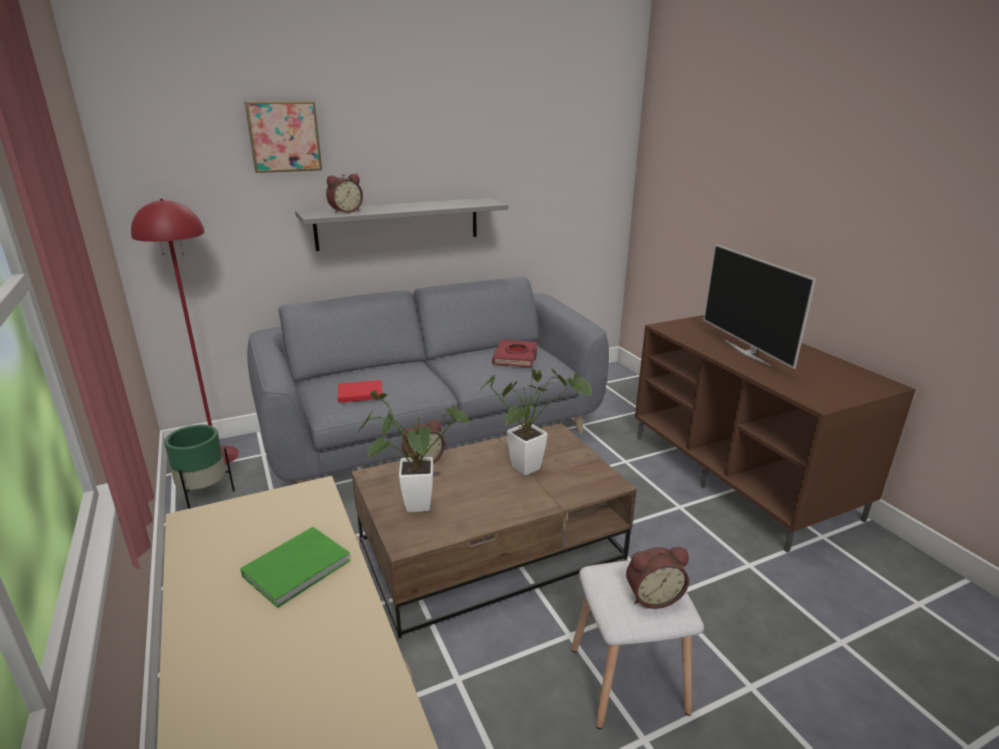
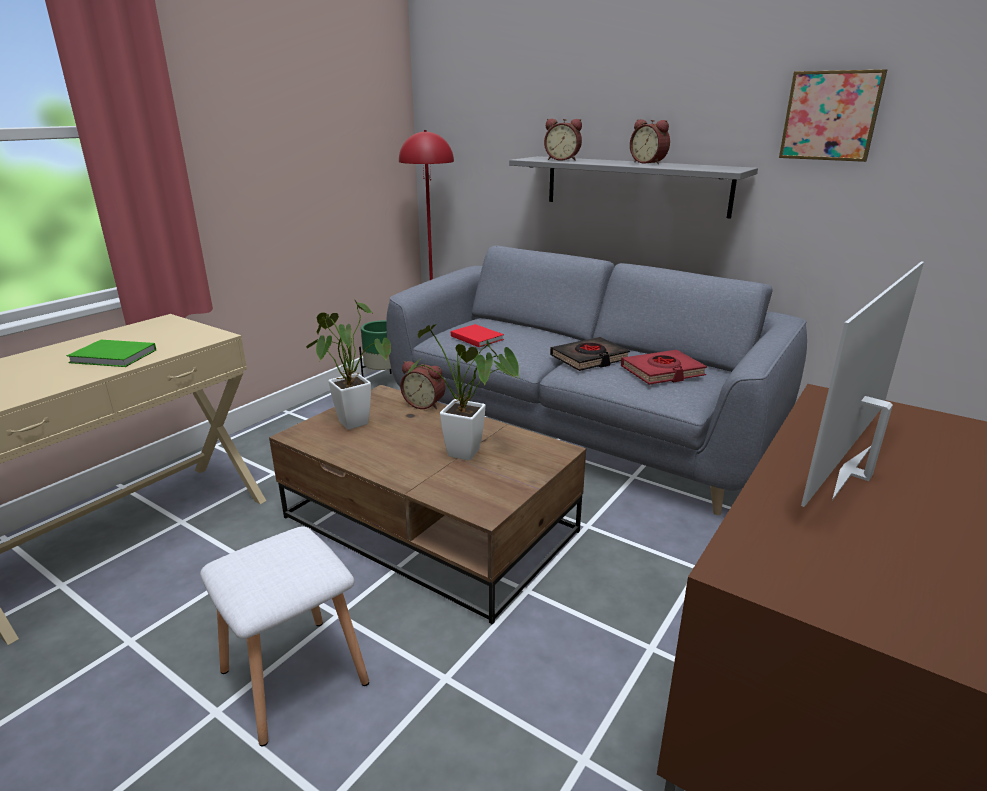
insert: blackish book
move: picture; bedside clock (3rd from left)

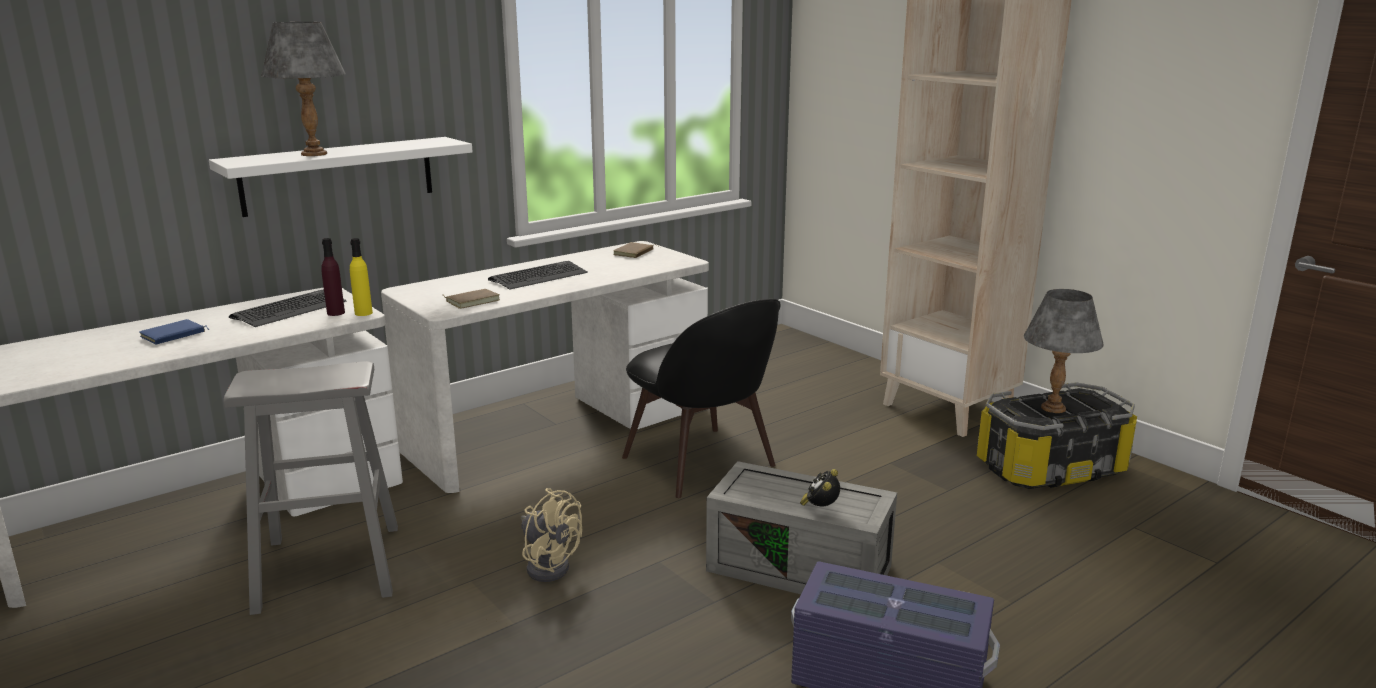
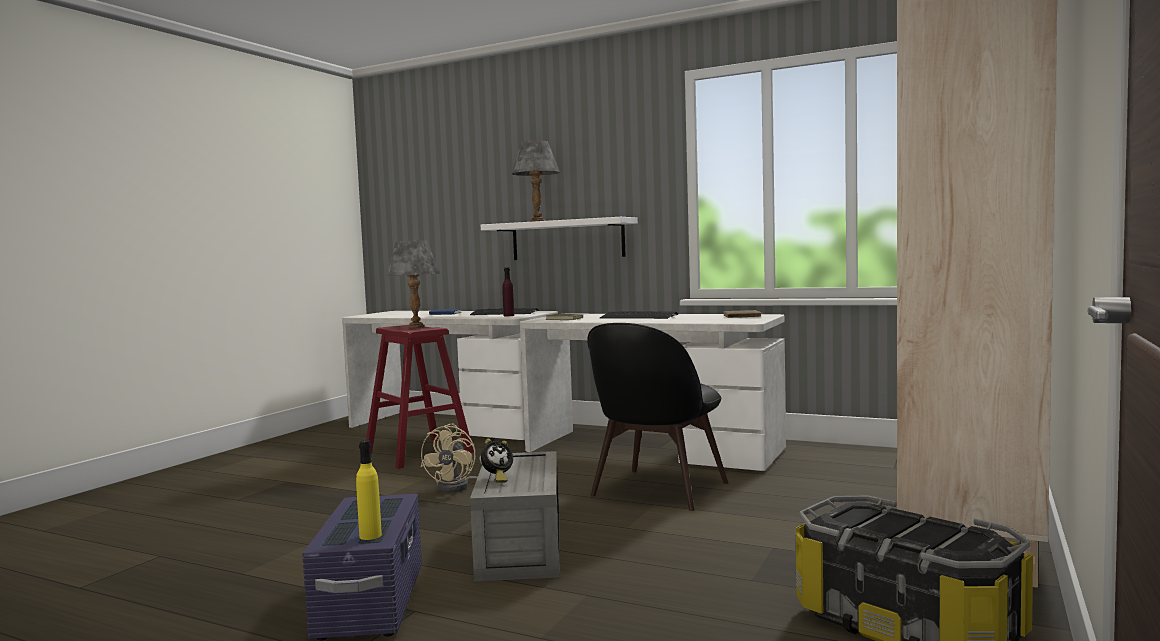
move: yellow drink bottle; grey tabletop lamp (2nd from left in the first image) to grey tabletop lamp (1st from left)
recolor: grey stool seat to reddish stool seat
rotate: bedside clock 150 degrees clockwise

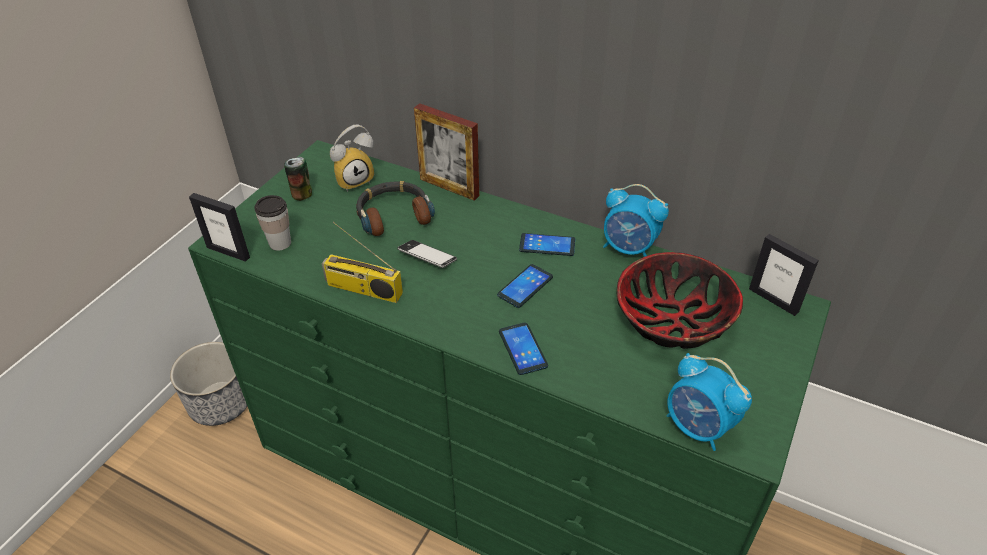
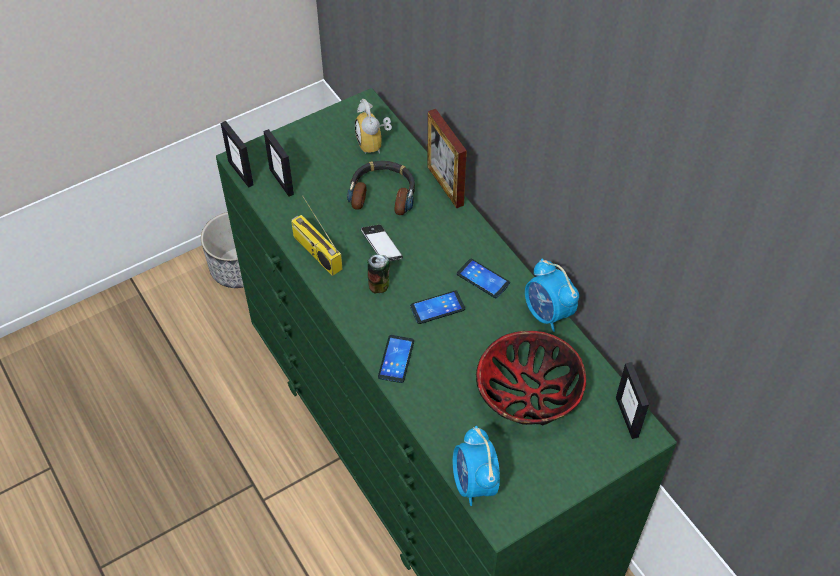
move: can
replace: small cup to standing frame (2nd from left)
rotate: bedside clock (1st from left) 75 degrees clockwise

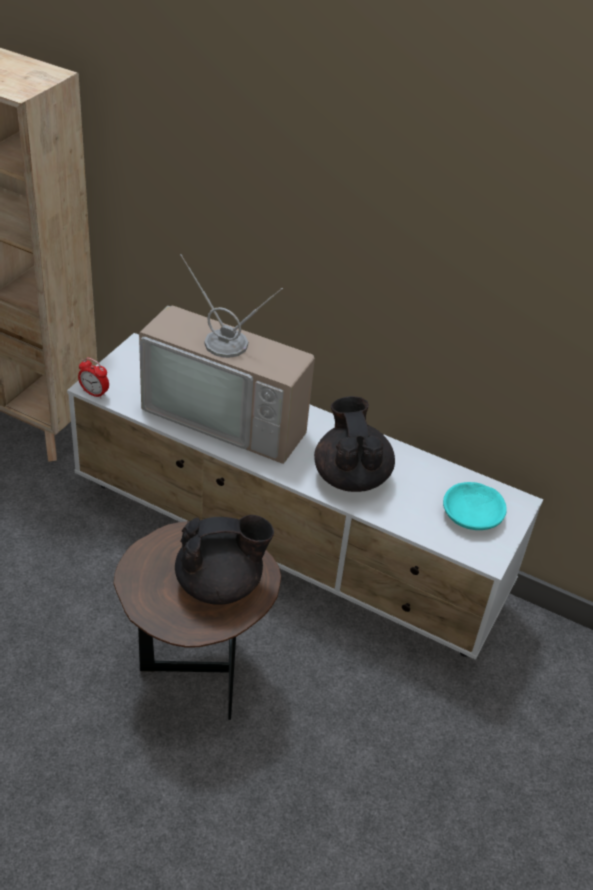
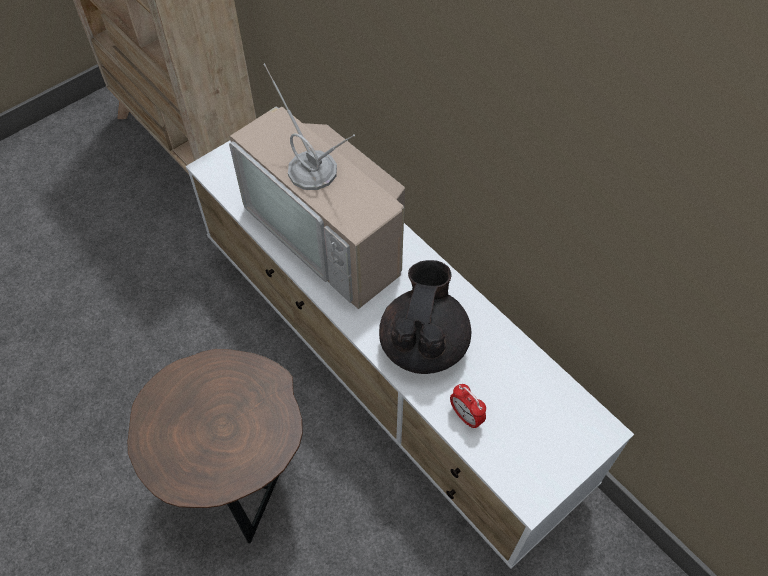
delete: blackish pot for tea (1st from left); turquoise deep dish
move: bedside clock

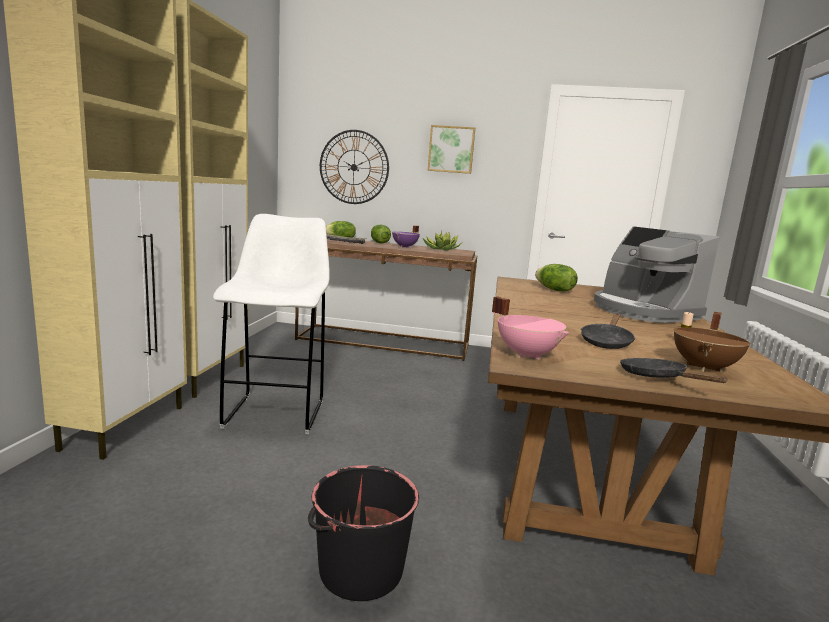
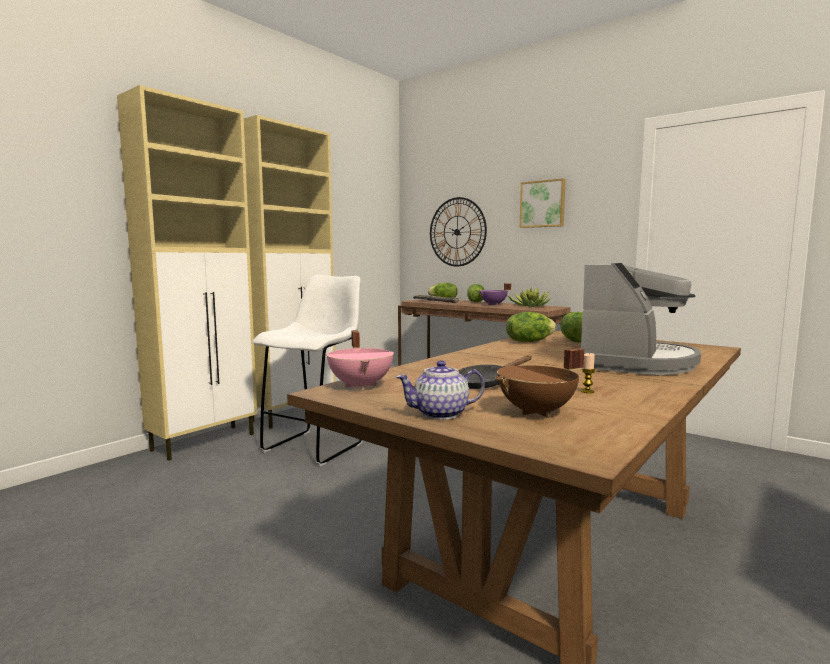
delete: blackish water bucket
insert: lettuce (3rd from left)
replace: blackish frying pan (2nd from left) to pot for tea
rotate: coffee brewer 150 degrees counterclockwise

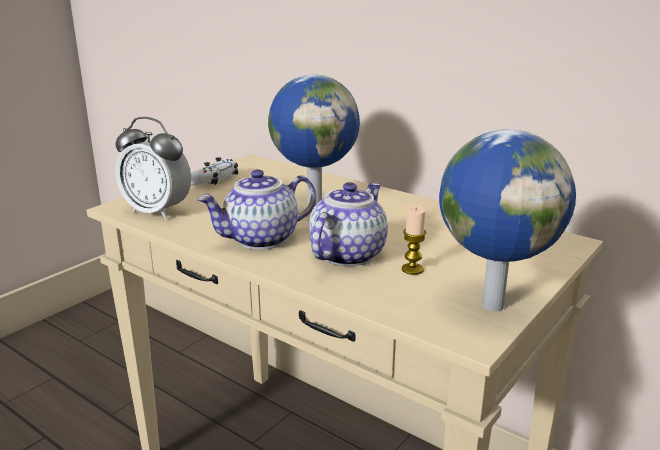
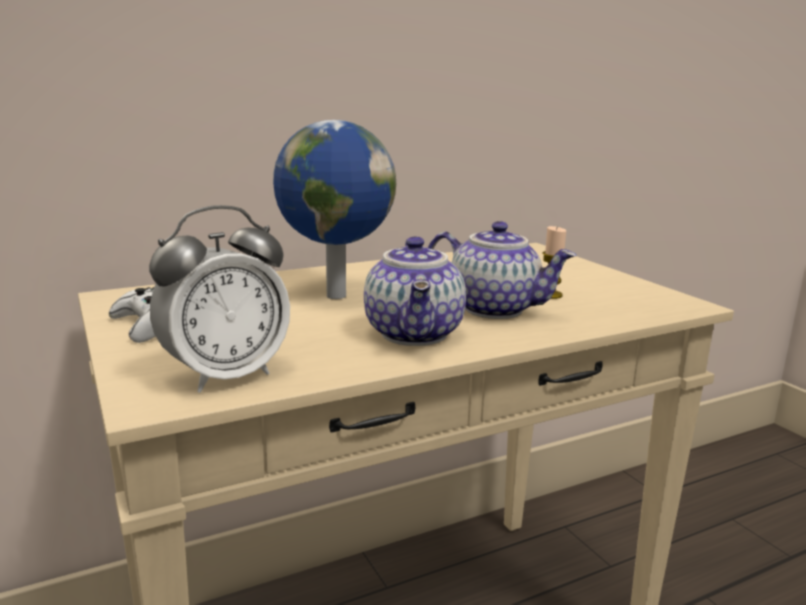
delete: desk globe (2nd from left)
rotate: pot for tea (2nd from left) 150 degrees clockwise

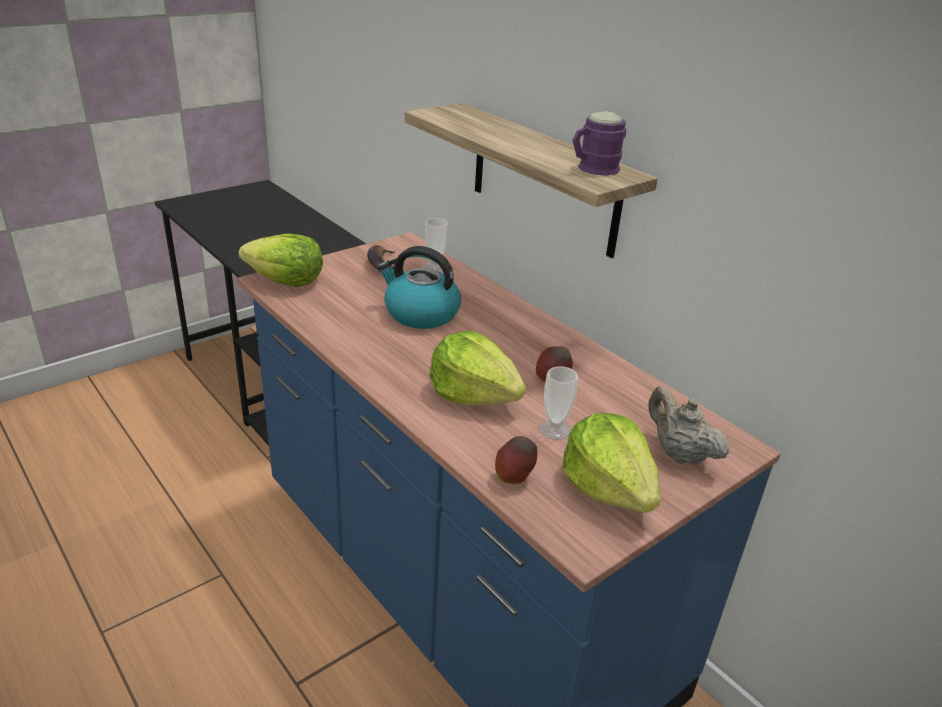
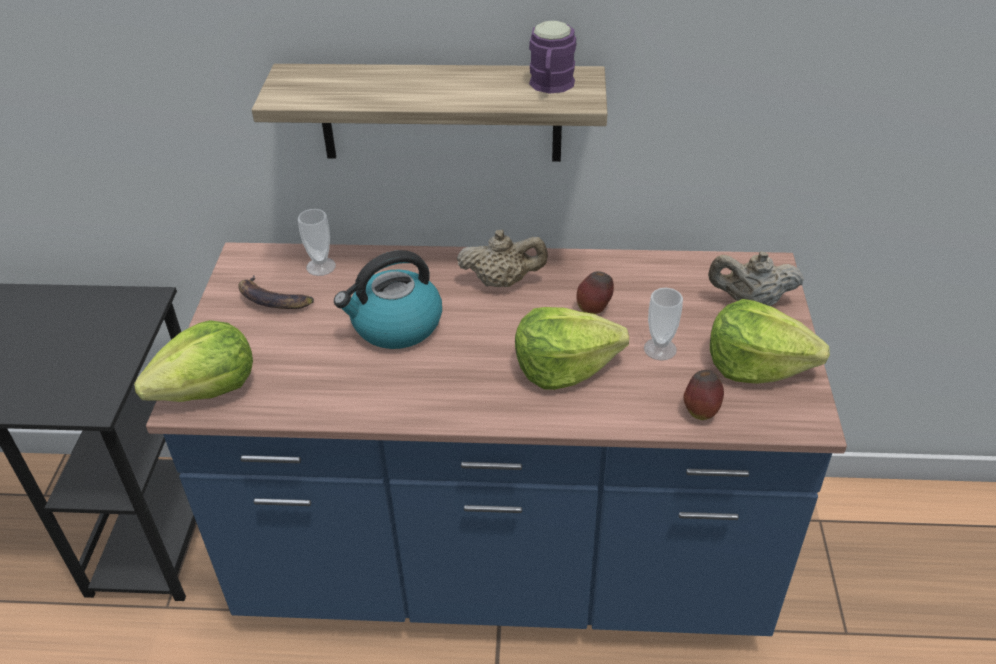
insert: beige-coloured pot for tea (1st from left)

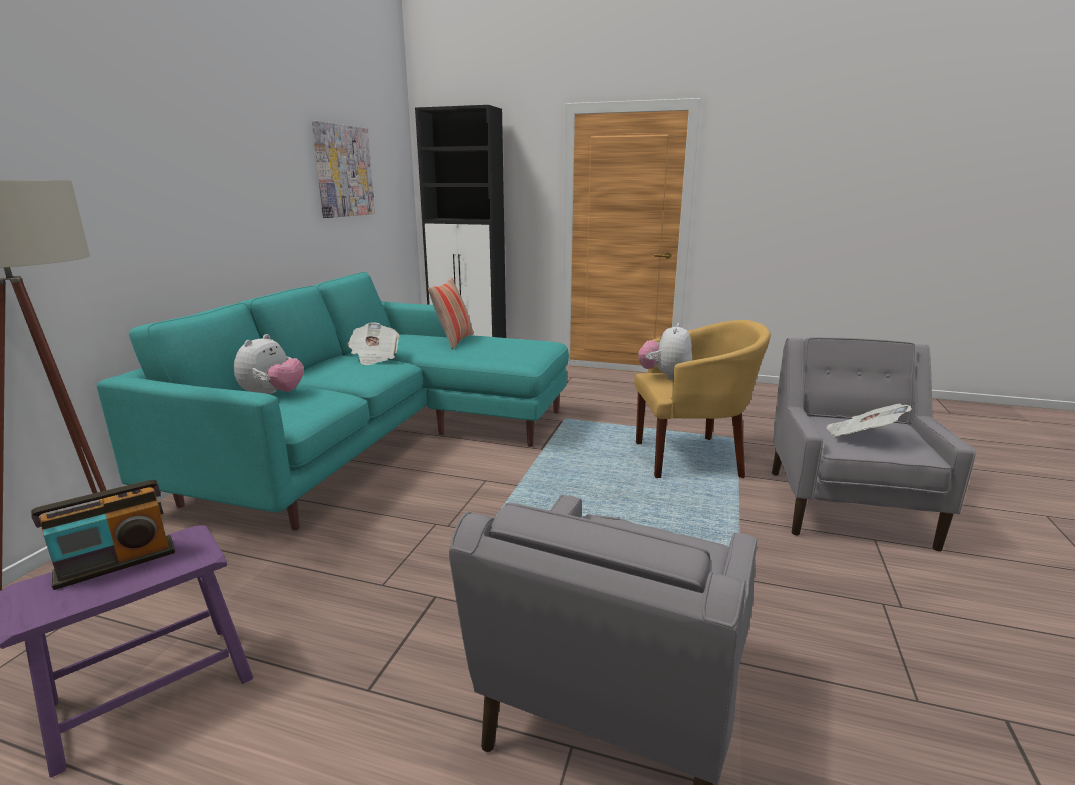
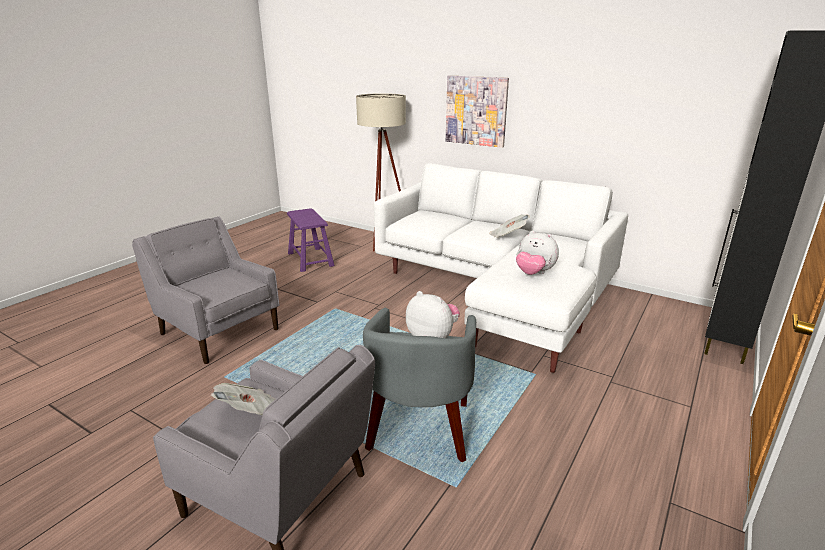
delete: radio receiver; cushion
move: plush toy (1st from left in the first image) to plush toy (2nd from left); picture
recolor: turquoise couch to whitish couch; yellow easy chair to grey easy chair (3rd from left)

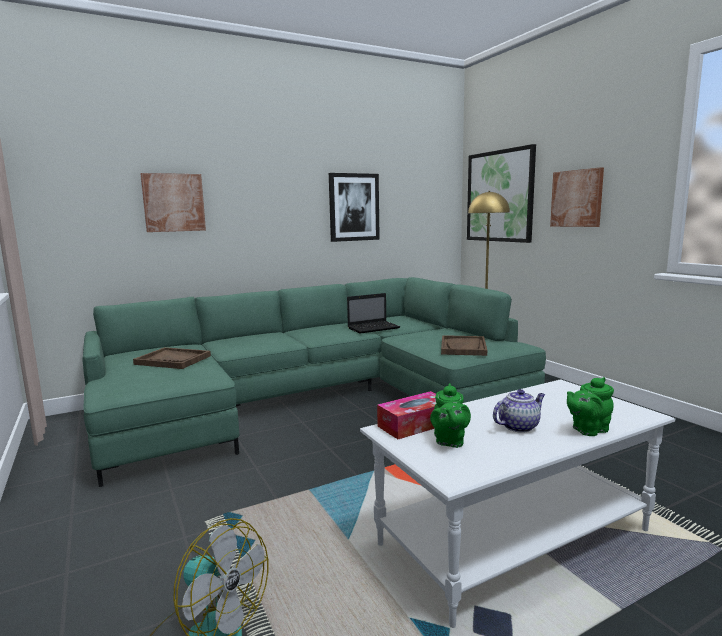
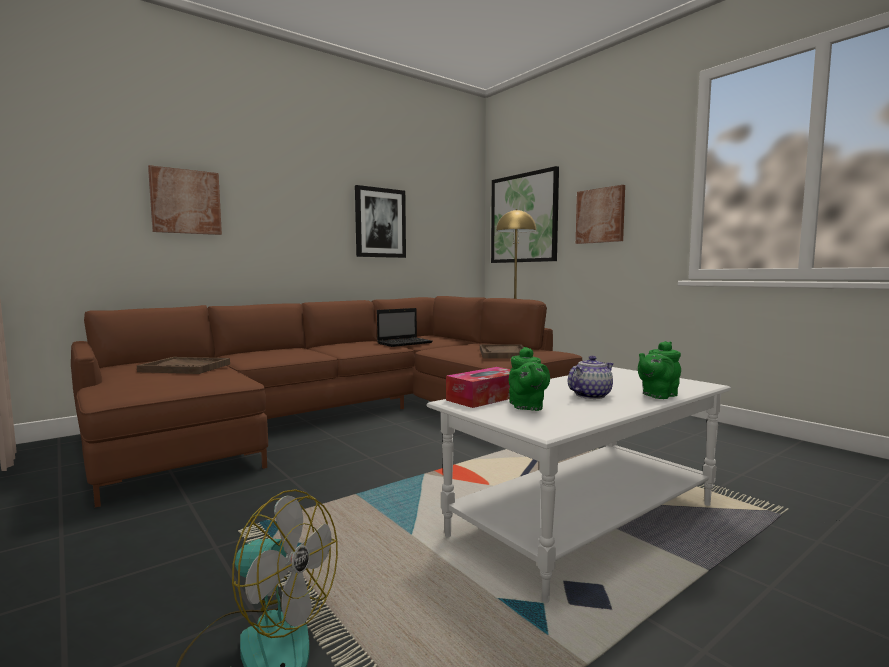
recolor: green-coloured couch to brownish couch

